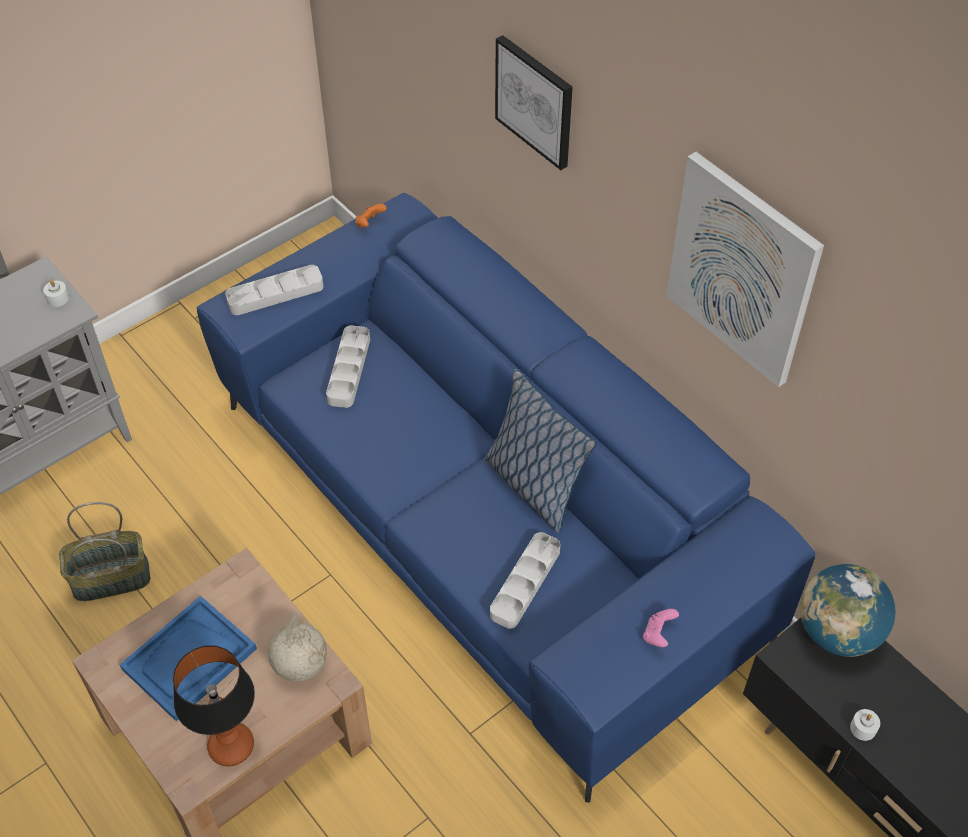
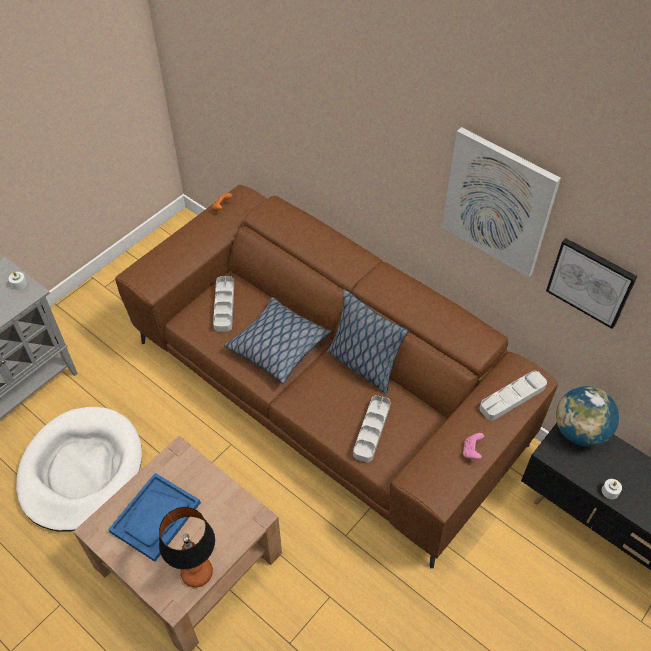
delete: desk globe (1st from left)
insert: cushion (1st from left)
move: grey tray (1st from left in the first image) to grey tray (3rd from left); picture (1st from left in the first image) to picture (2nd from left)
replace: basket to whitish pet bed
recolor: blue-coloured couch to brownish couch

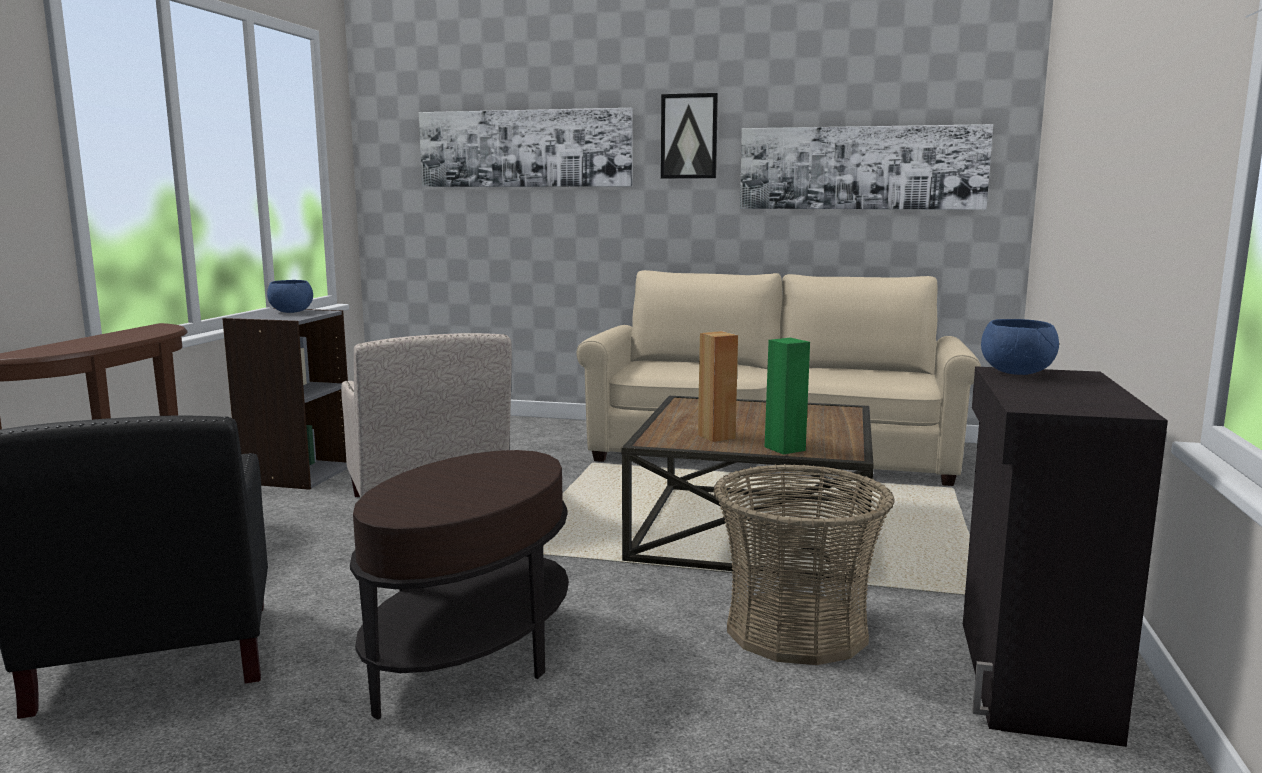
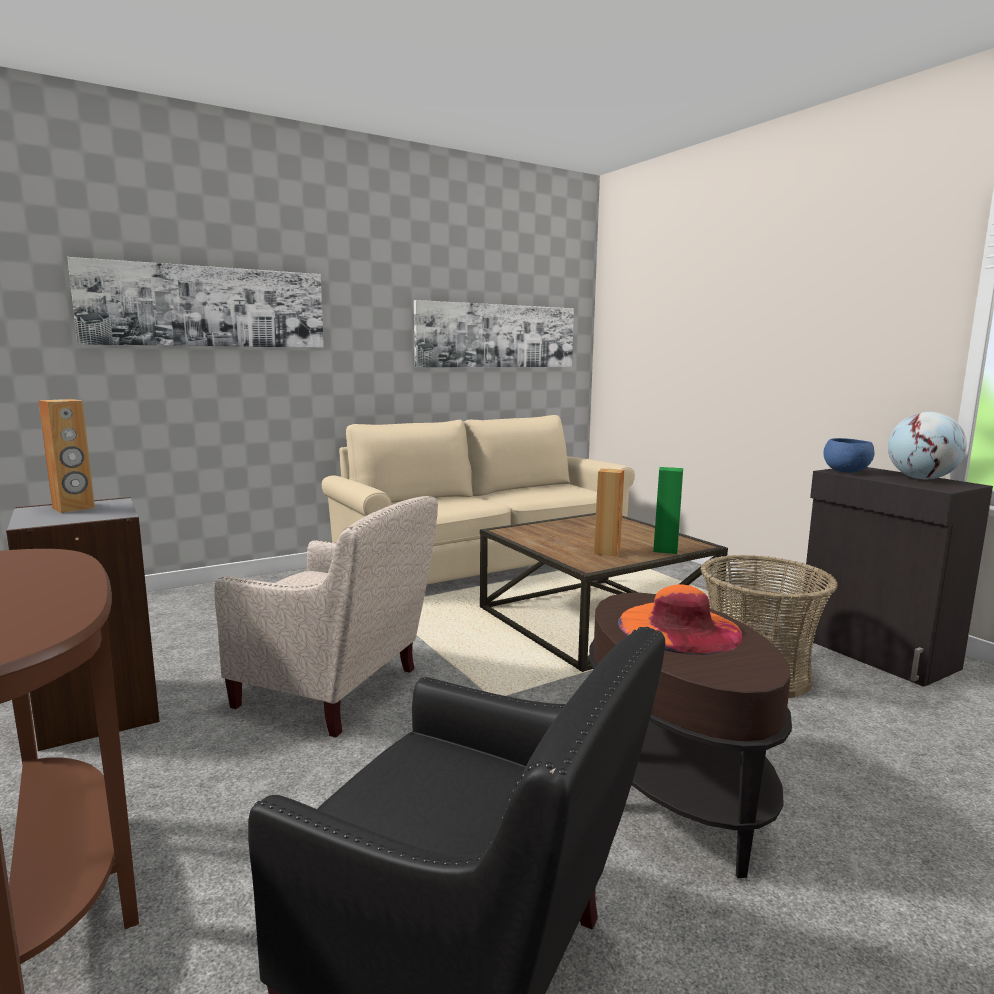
delete: picture (2nd from left)
insert: orange clothing hat; desk globe
replace: blue-coloured deep dish (1st from left) to brownish loudspeaker (1st from left)

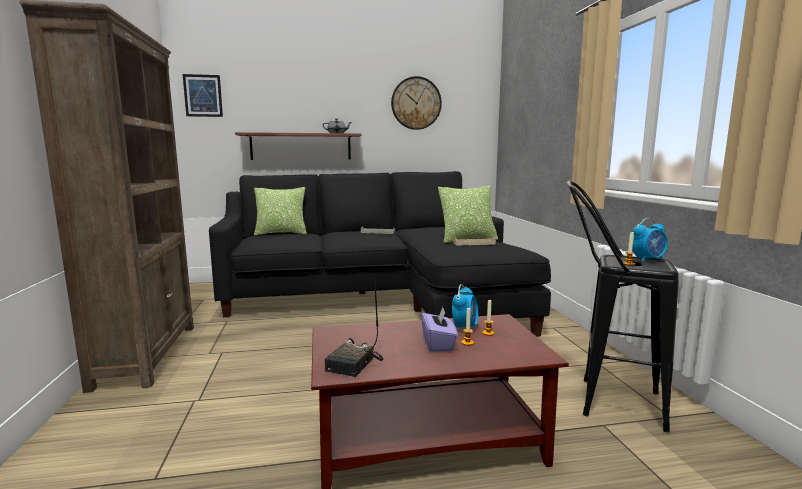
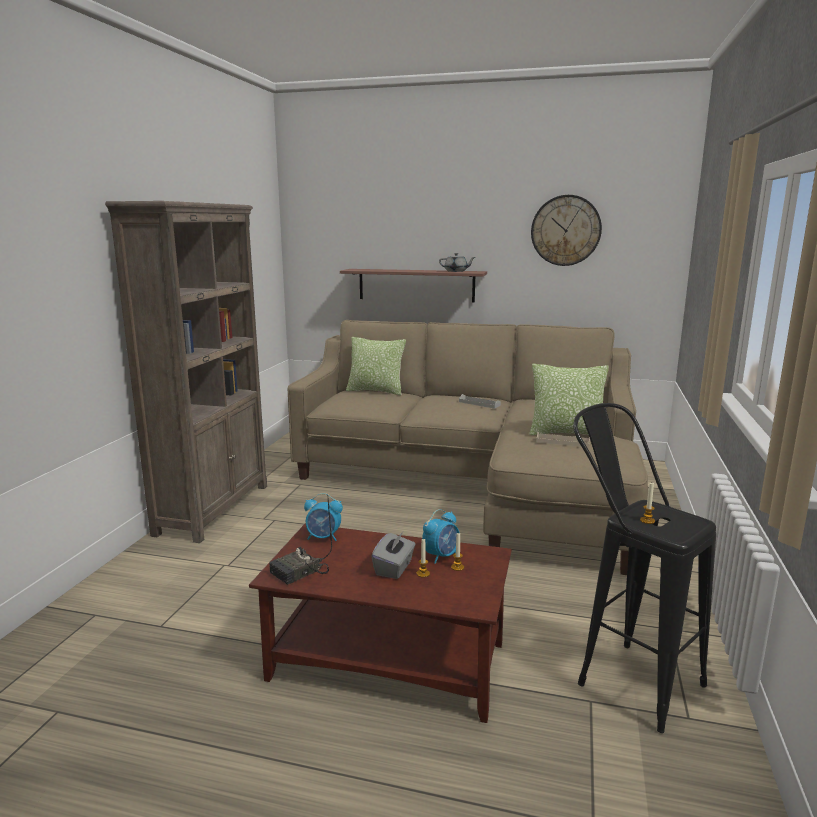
delete: picture
move: bedside clock (2nd from left in the first image) to bedside clock (1st from left)
recolor: blackish couch to beige-coloured couch; purple tissue box to grey tissue box

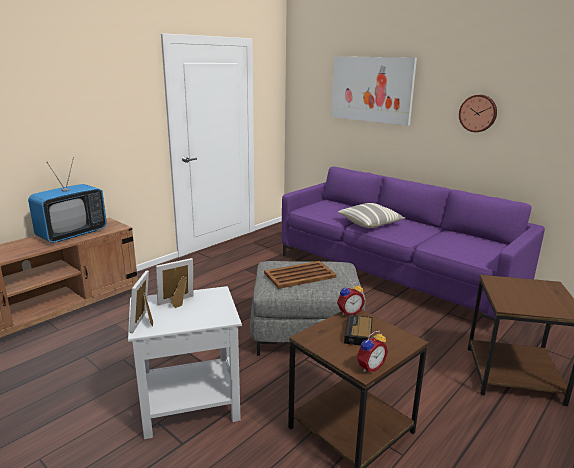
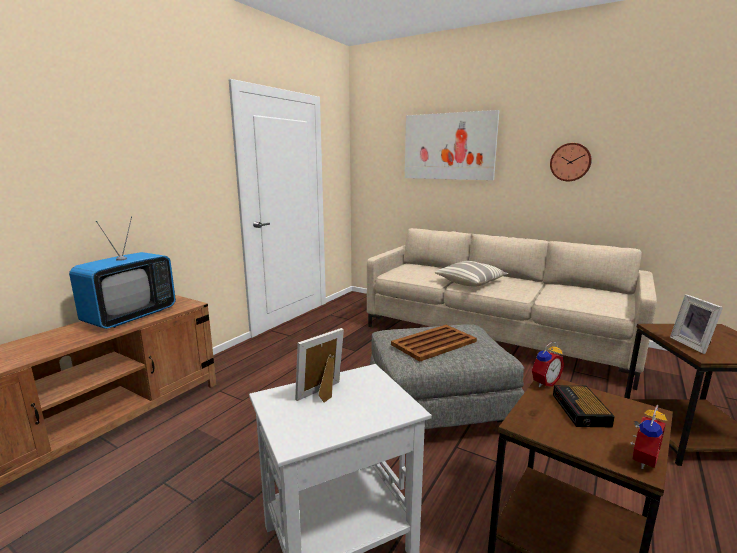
move: standing frame (1st from left in the first image) to standing frame (2nd from left)
recolor: purple couch to beige-coloured couch

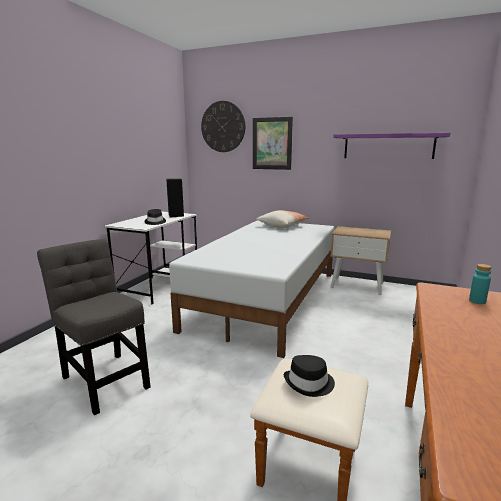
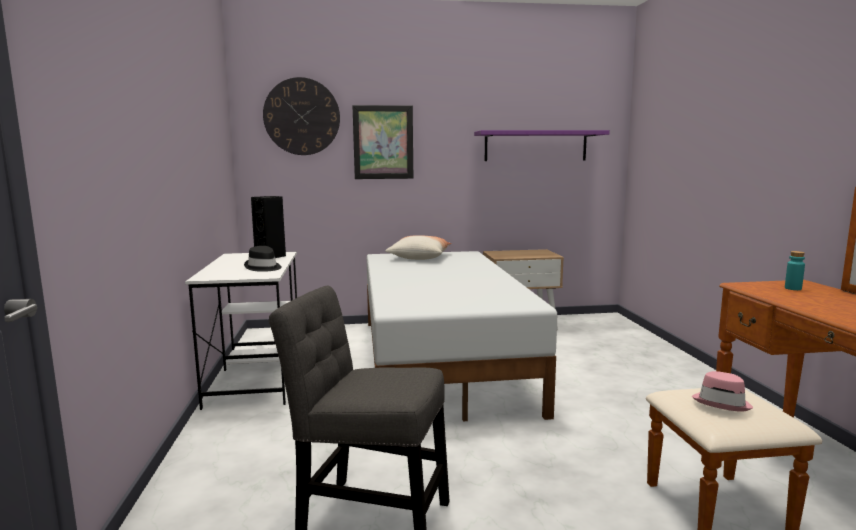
recolor: blackish clothing hat (2nd from left) to pink clothing hat

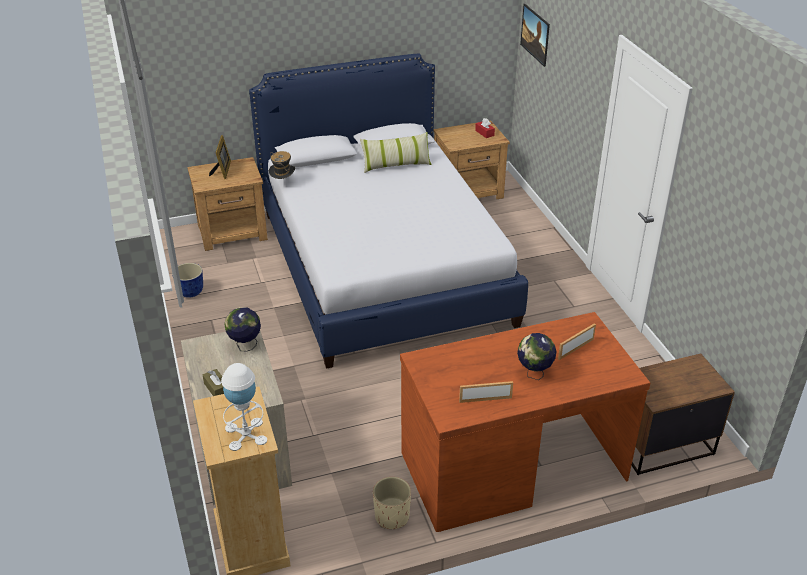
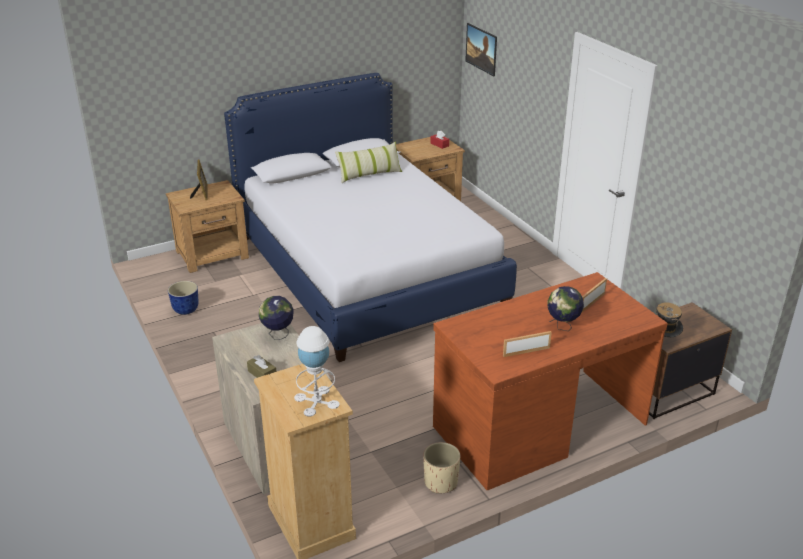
move: clothing hat

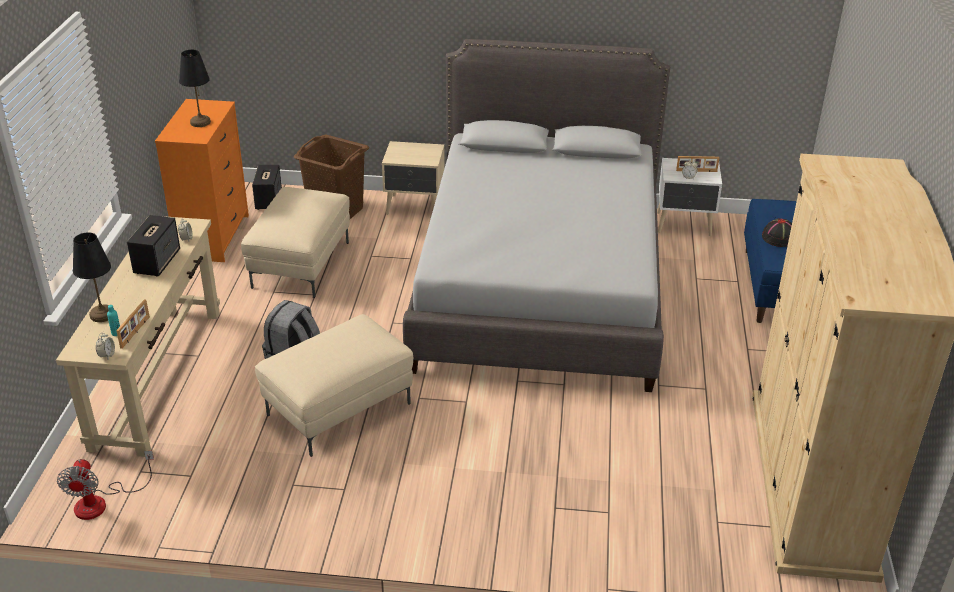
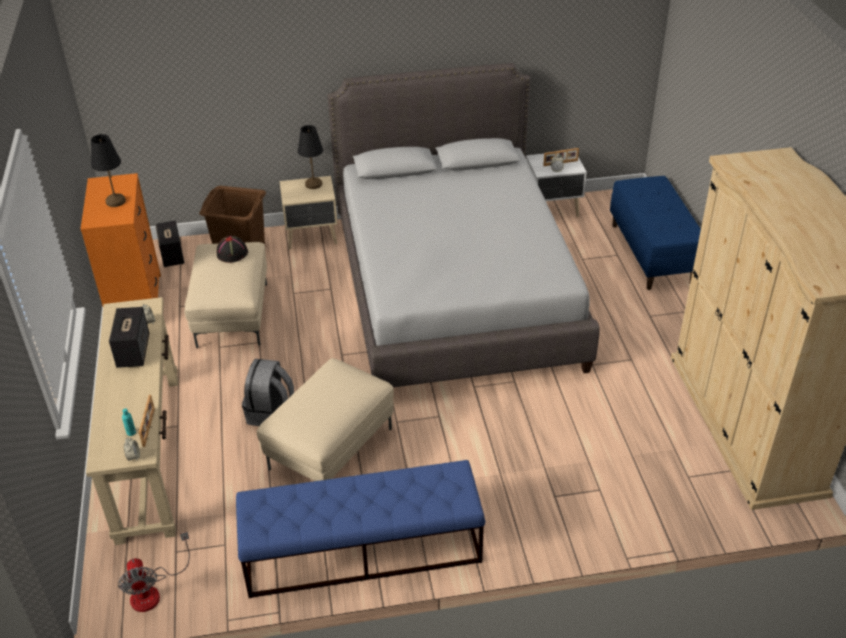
insert: blue-coloured long seat (1st from left)
move: blackish tabletop lamp (1st from left in the first image) to blackish tabletop lamp (2nd from left); blackish clothing hat

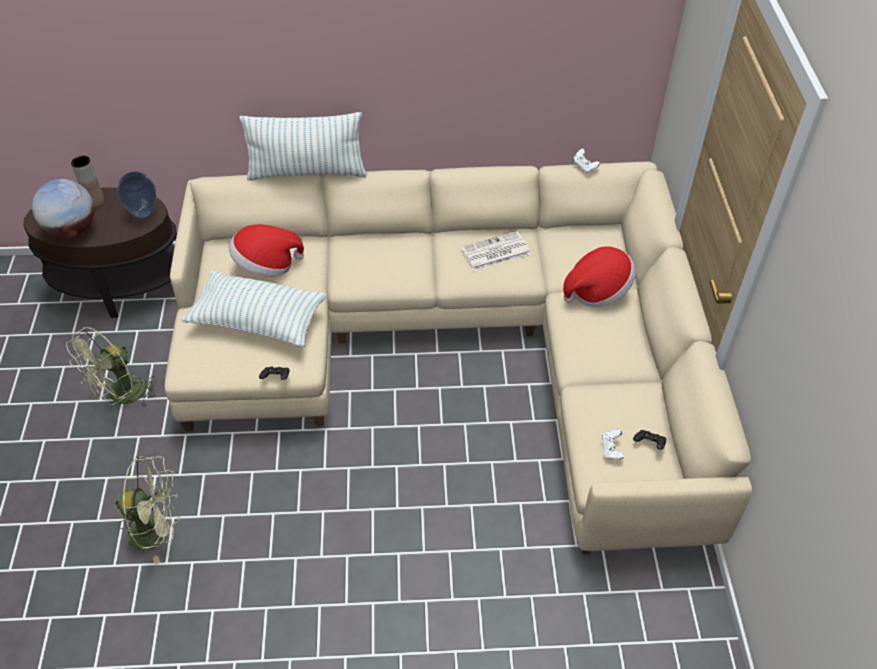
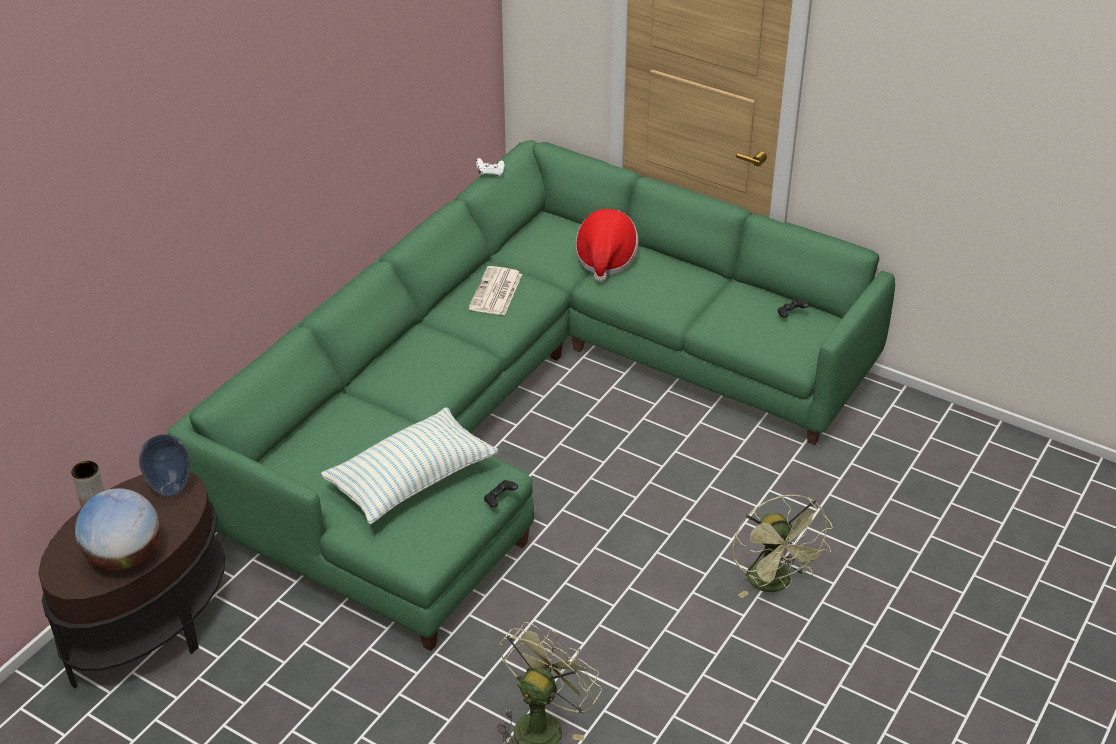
delete: clothing hat (1st from left); cushion (2nd from left); whitish joypad (2nd from left)
move: green-coloured cooling fan (1st from left in the first image) to green-coloured cooling fan (2nd from left)
recolor: beige-coloured couch to green-coloured couch

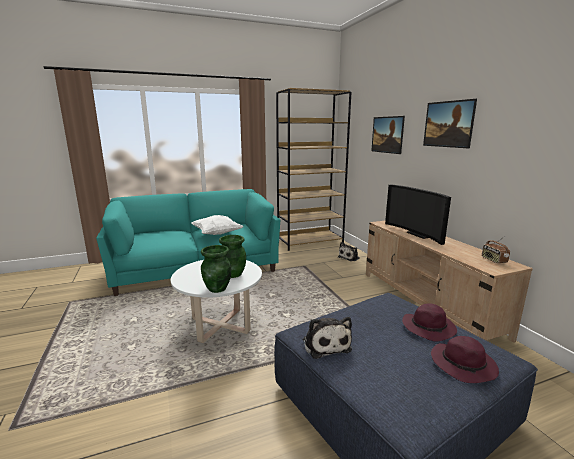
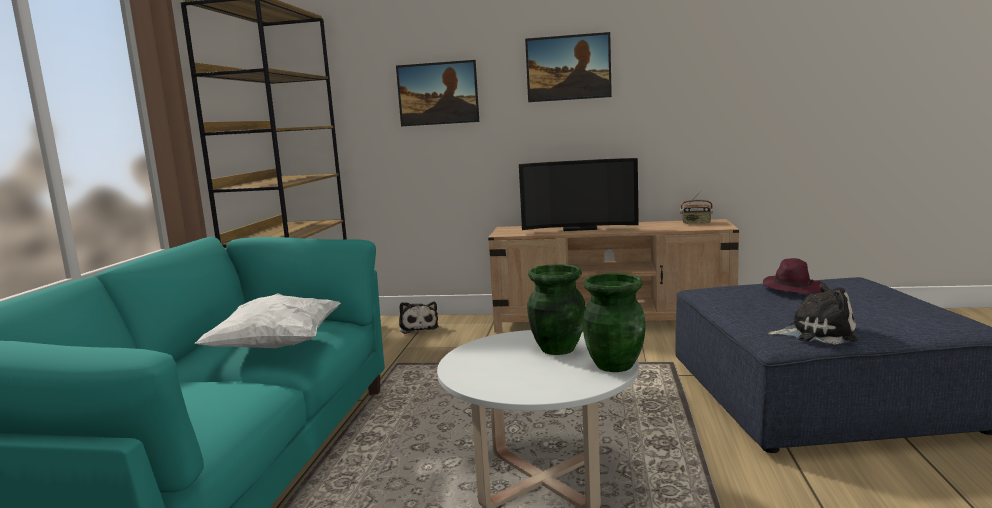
delete: purple clothing hat (2nd from left)

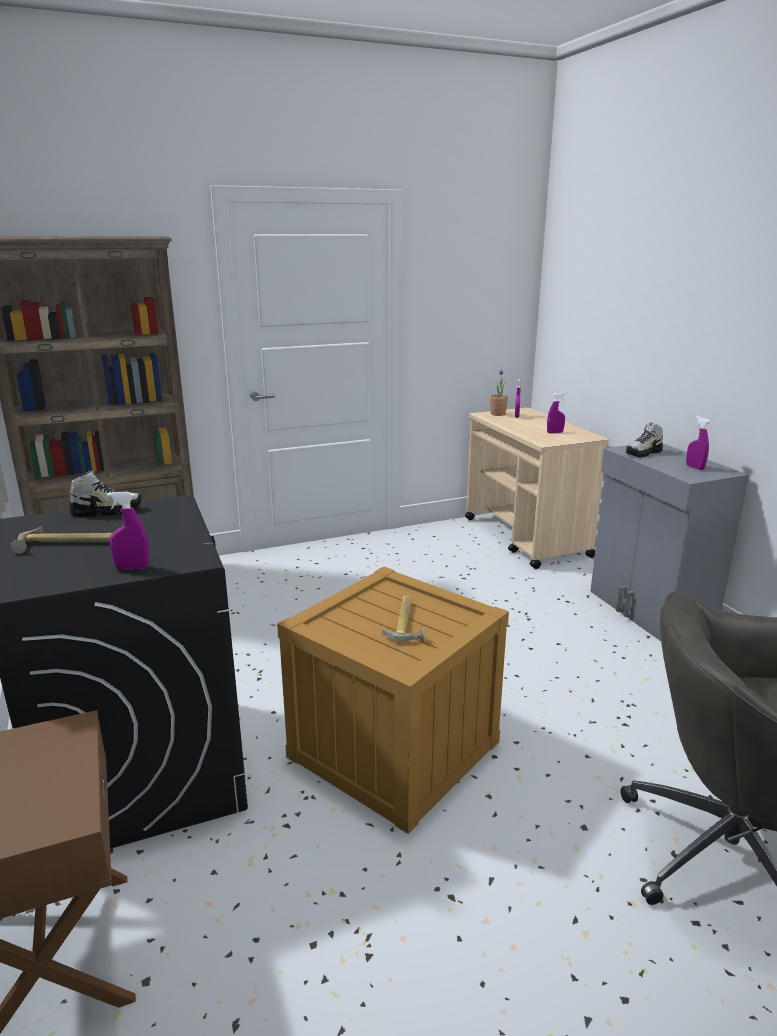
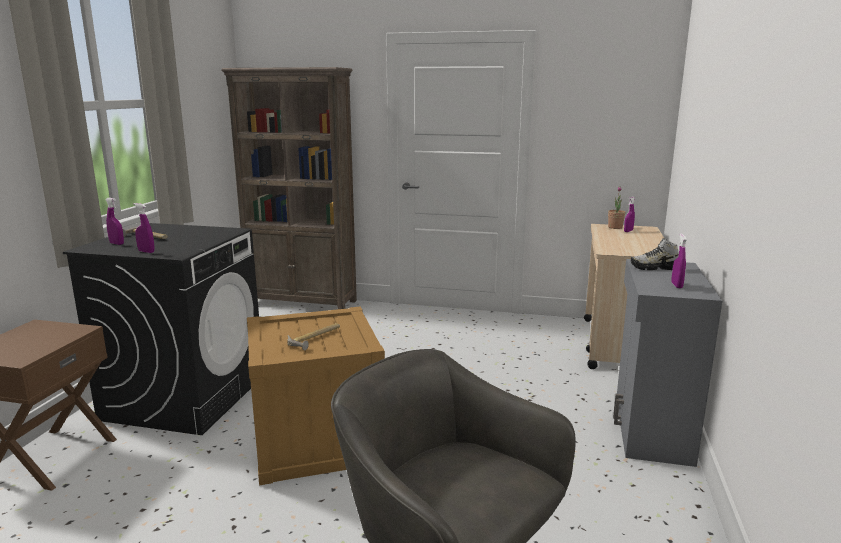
delete: low shoe (1st from left)
move: purple hand sprayer (3rd from left in the first image) to purple hand sprayer (1st from left)

